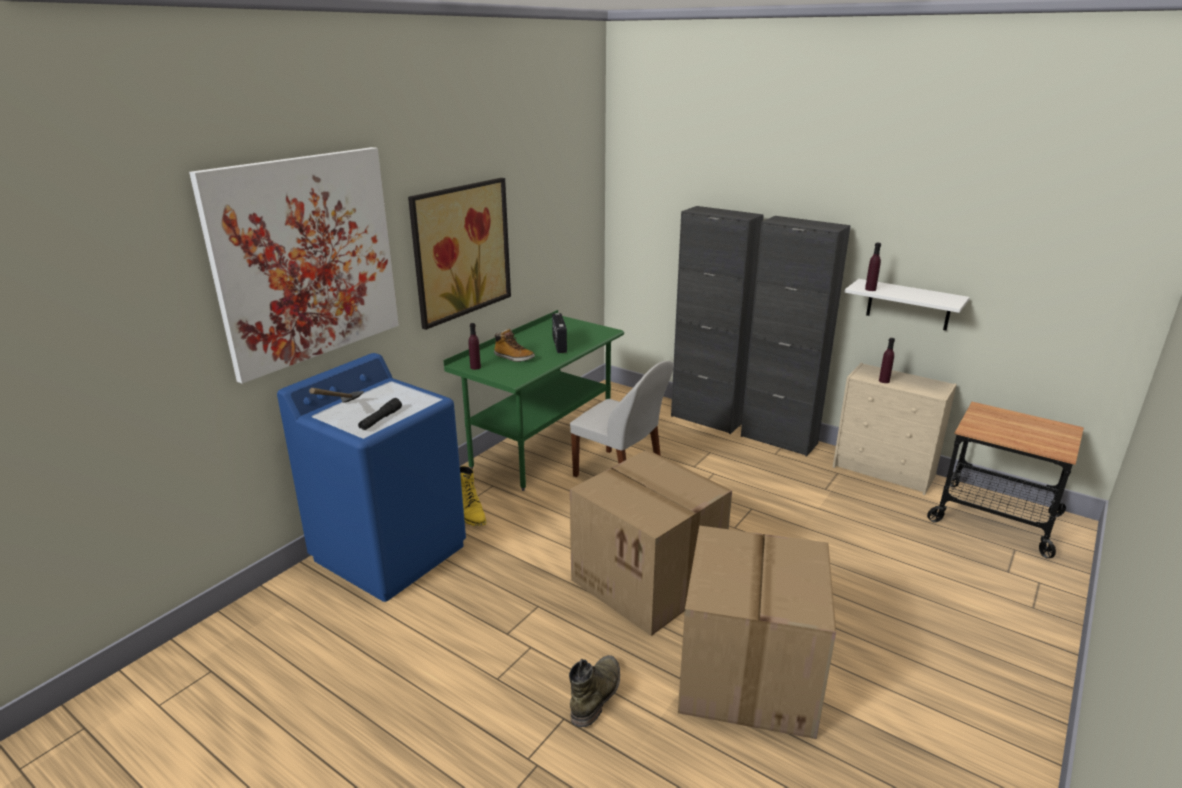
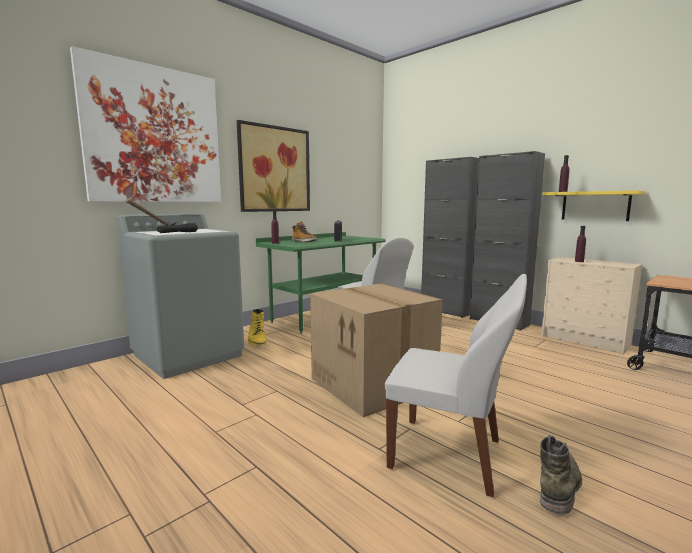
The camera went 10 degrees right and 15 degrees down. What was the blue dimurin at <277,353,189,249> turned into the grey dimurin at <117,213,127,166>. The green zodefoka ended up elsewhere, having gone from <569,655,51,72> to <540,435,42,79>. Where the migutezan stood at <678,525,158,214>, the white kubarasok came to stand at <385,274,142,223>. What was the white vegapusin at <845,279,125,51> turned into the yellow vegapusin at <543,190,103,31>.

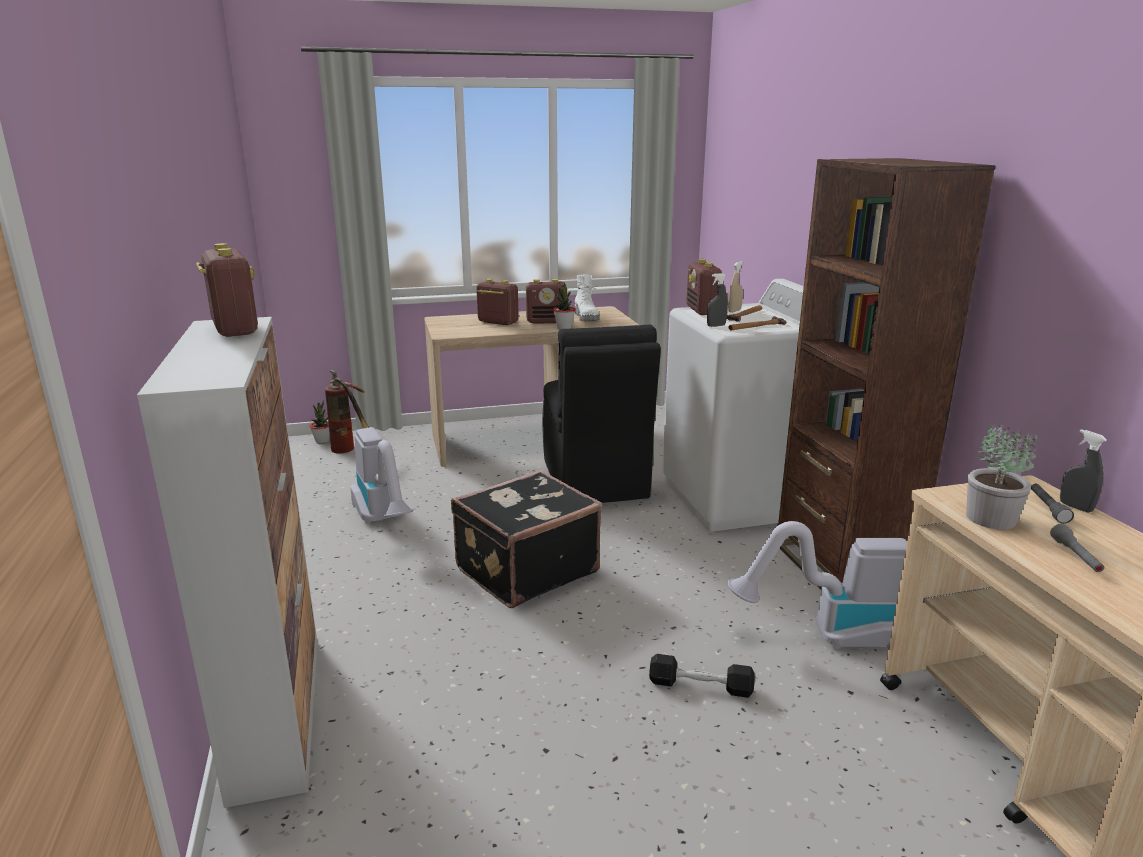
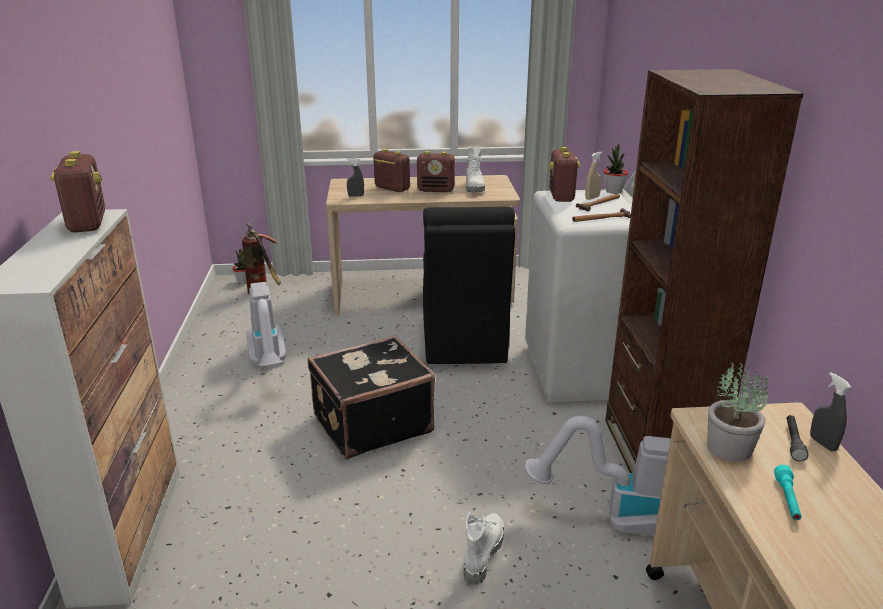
The camera went 10 degrees right and 5 degrees up. The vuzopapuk ended up elsewhere, having gone from <553,283,23,46> to <604,143,24,51>. Where the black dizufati stood at <649,654,106,44>, the white zodefoka came to stand at <464,511,40,74>. The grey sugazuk ended up elsewhere, having gone from <707,273,21,54> to <347,158,17,39>. What was the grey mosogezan at <1050,524,54,48> turned into the turquoise mosogezan at <774,465,28,55>.

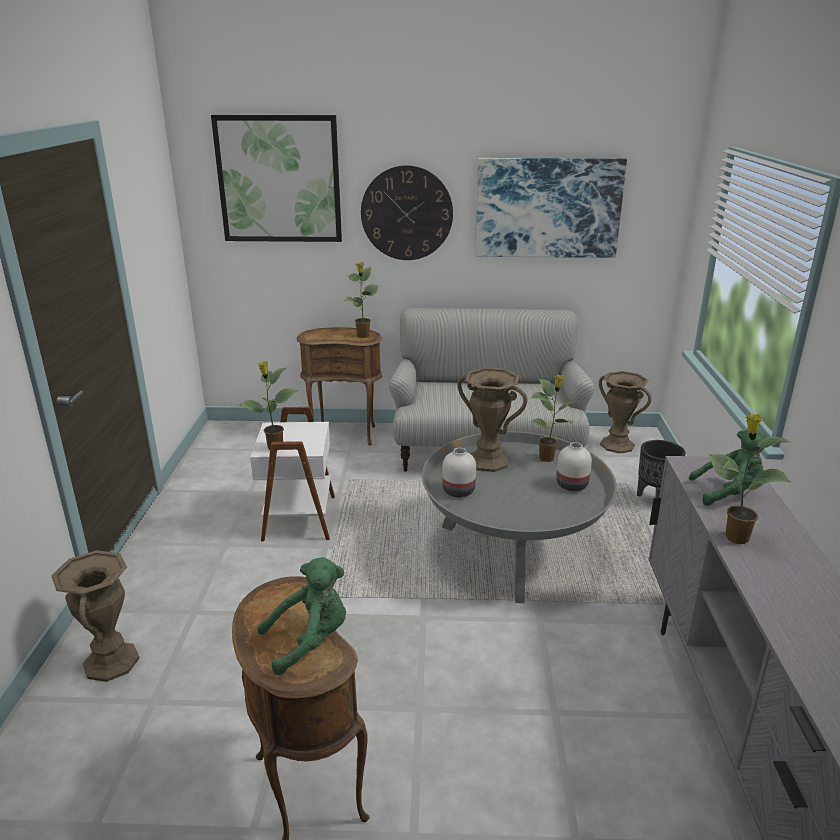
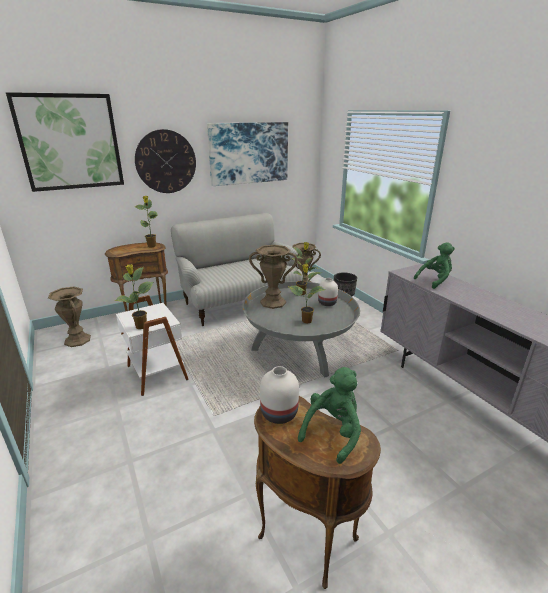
The camera went 30 degrees left and 0 degrees up. The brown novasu ended up elsewhere, having gone from <52,550,88,132> to <48,287,43,60>. The white novasu ended up elsewhere, having gone from <442,448,34,49> to <260,366,39,58>. The vuzopapuk ended up elsewhere, having gone from <709,414,82,130> to <288,264,37,60>.

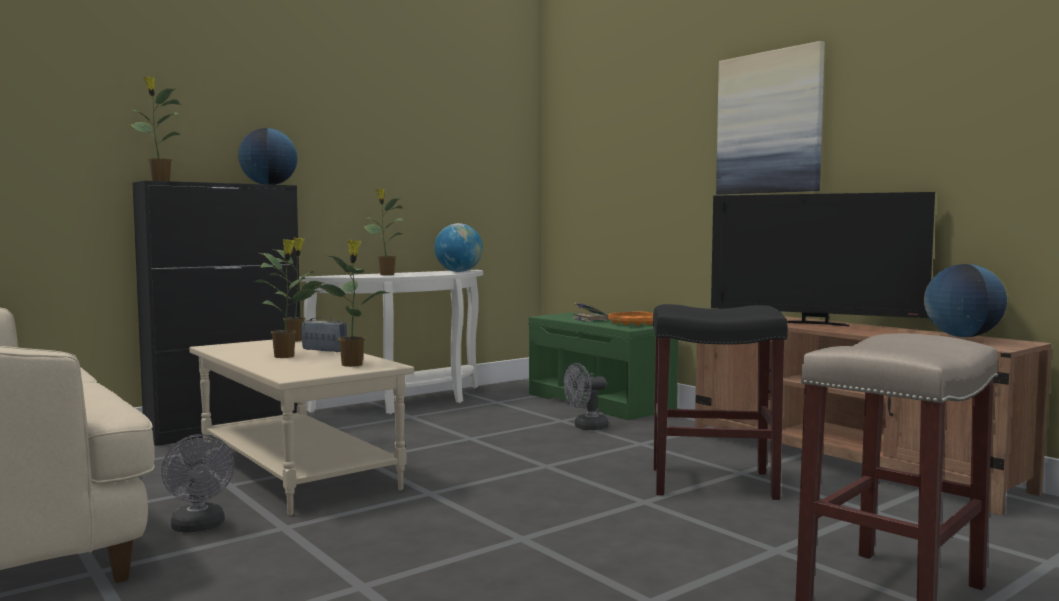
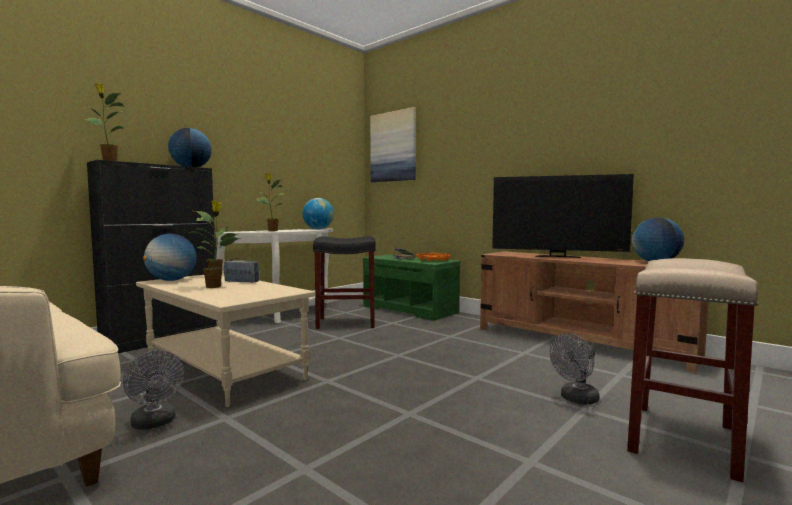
The camera went 10 degrees left and 0 degrees up. The second view lost the vuzopapuk at <313,240,77,127>. The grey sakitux ended up elsewhere, having gone from <564,363,45,67> to <549,333,51,72>. The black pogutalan ended up elsewhere, having gone from <653,304,135,196> to <313,236,63,93>. The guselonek ended up elsewhere, having gone from <716,41,109,154> to <370,107,46,76>. The second view gained the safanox at <143,234,54,47>.

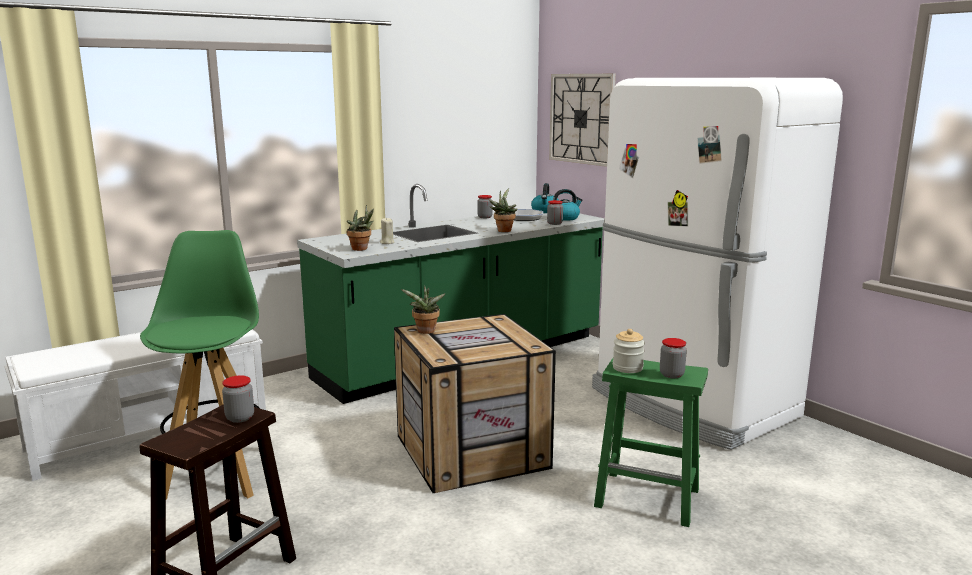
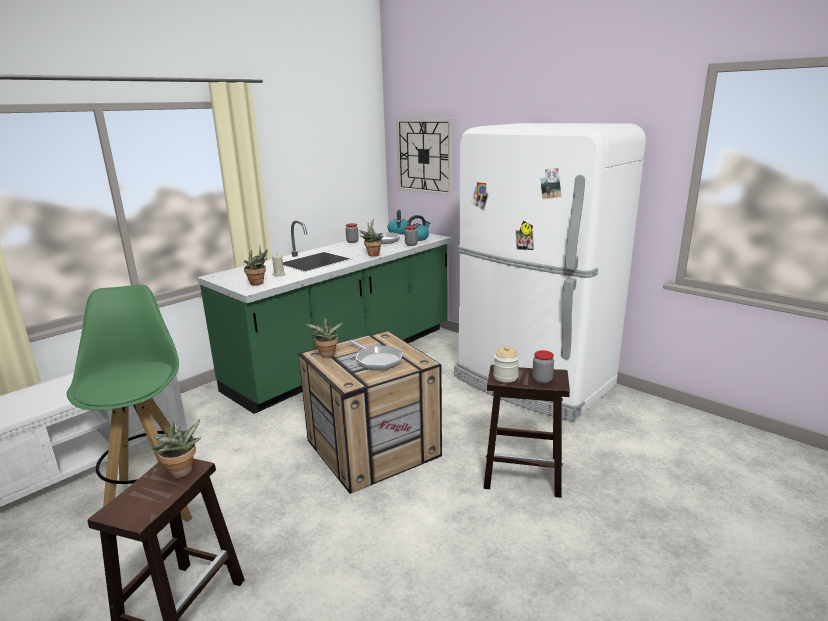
The camera went 10 degrees left and 5 degrees up. Where the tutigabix stood at <222,375,32,48>, the vuzopapuk came to stand at <152,419,48,59>. What was the green pogutalan at <594,358,114,169> turned into the brown pogutalan at <484,365,86,133>. The second view gained the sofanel at <349,340,54,30>.

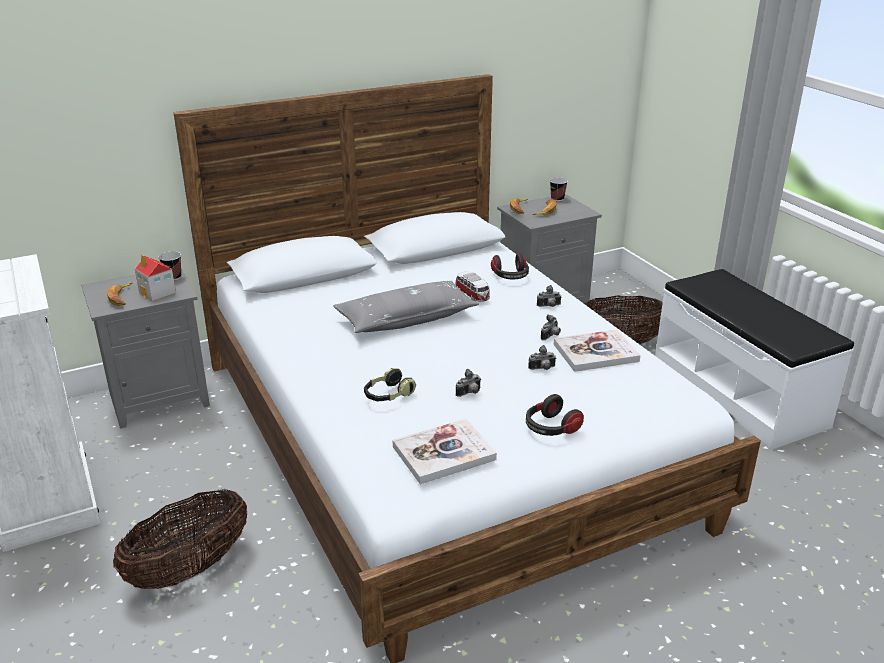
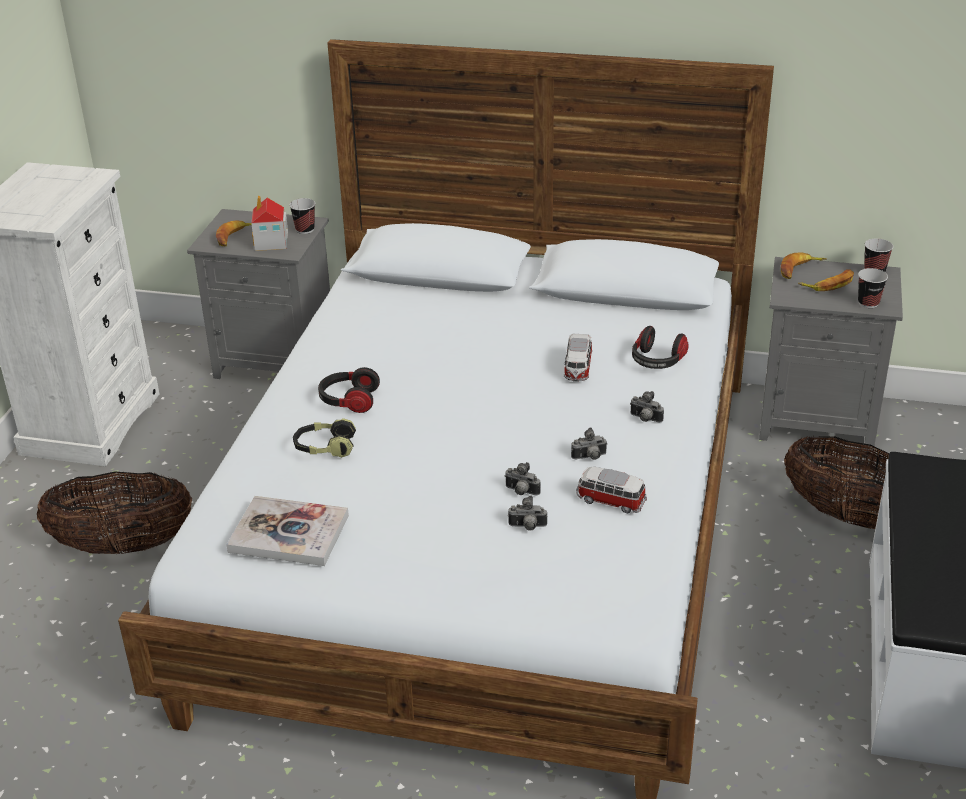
The camera went 40 degrees right and 5 degrees up. The second view lost the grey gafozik at <333,281,146,52>. The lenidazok ended up elsewhere, having gone from <456,369,25,28> to <508,495,39,35>. The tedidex ended up elsewhere, having gone from <526,394,58,42> to <318,367,62,46>. Where the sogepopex stood at <554,329,87,43>, the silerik came to stand at <576,467,71,47>. The second view gained the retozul at <858,268,30,40>.

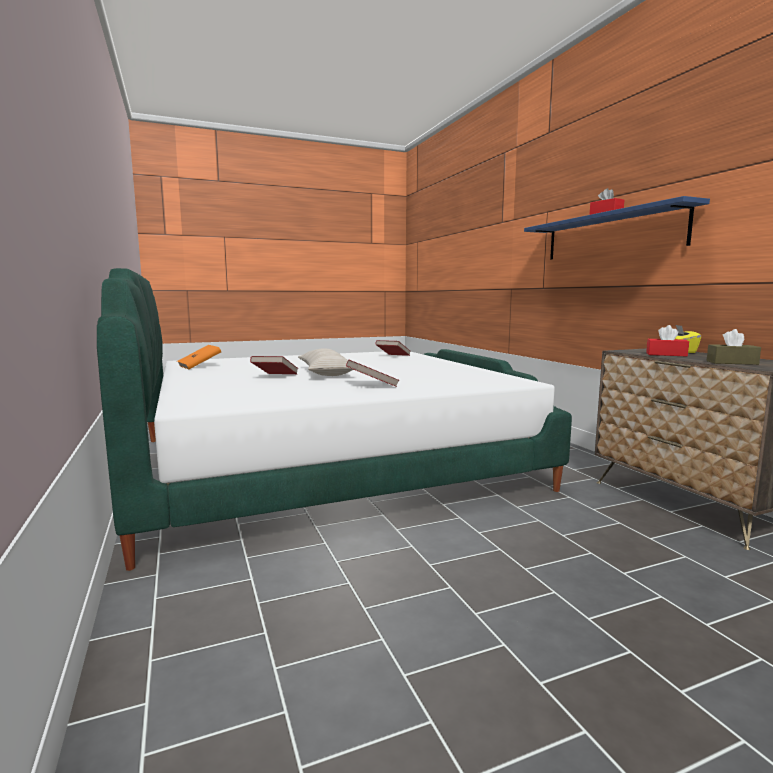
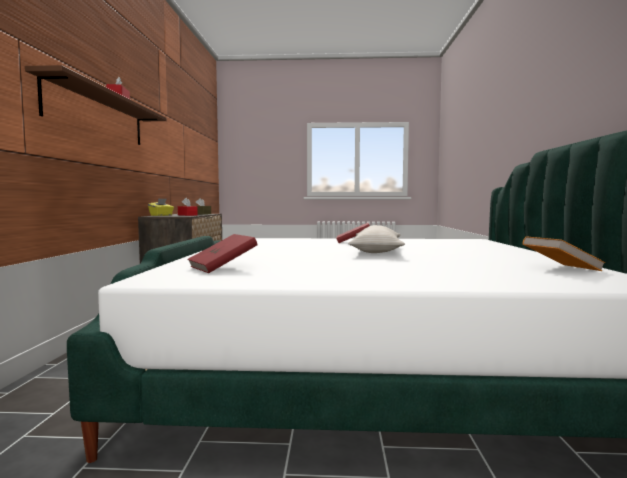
The camera went 155 degrees left and 5 degrees down. The second view lost the red sogepopex at <250,356,48,18>. What was the blue vegapusin at <524,196,186,64> turned into the brown vegapusin at <25,65,141,80>.

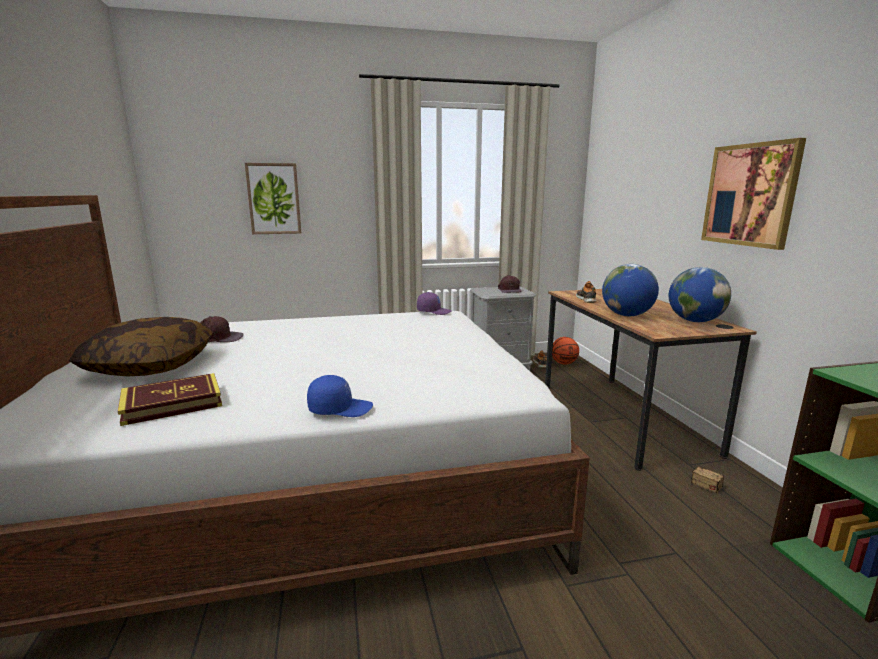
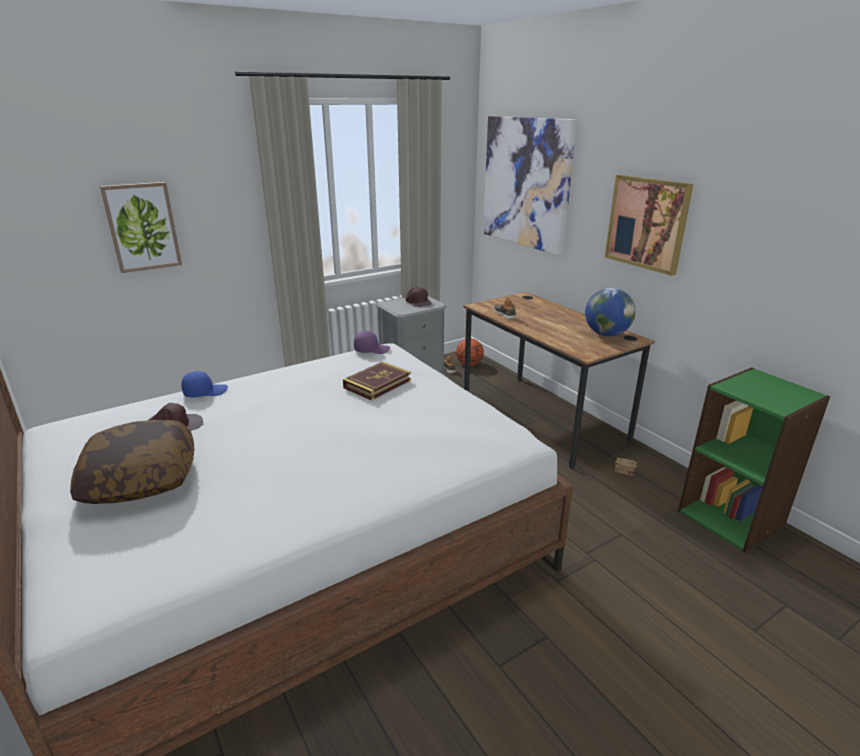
The camera went 20 degrees left and 10 degrees up. The sogepopex ended up elsewhere, having gone from <118,373,104,53> to <343,362,68,38>. The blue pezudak ended up elsewhere, having gone from <307,375,66,42> to <181,371,47,27>. The second view lost the safanox at <602,264,57,52>. The second view gained the guselonek at <483,116,94,140>.

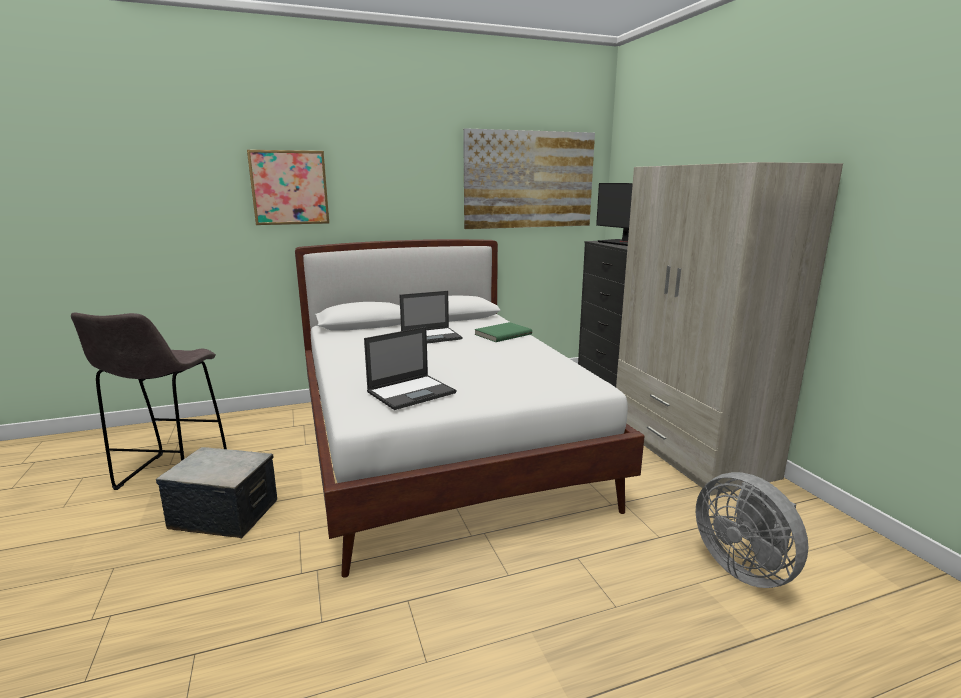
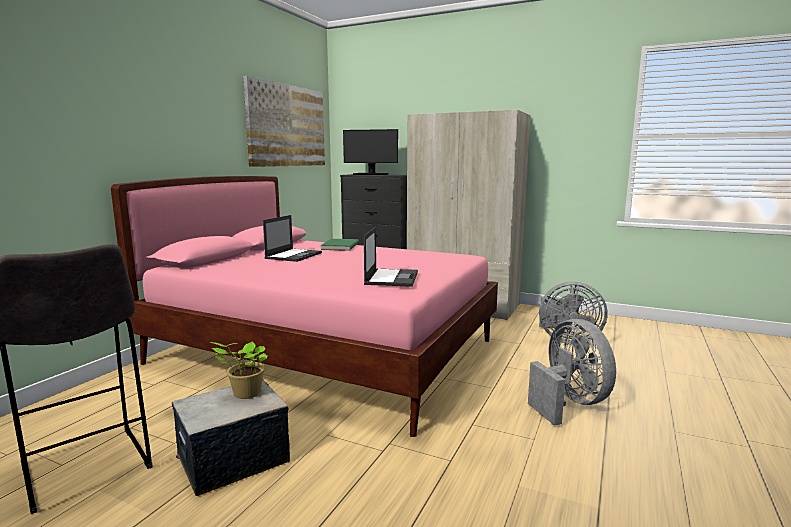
The camera went 45 degrees left and 5 degrees down. The second view lost the guselonek at <247,150,82,75>. What was the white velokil at <295,239,350,339> turned into the pink velokil at <111,176,387,261>. The second view gained the vuzopapuk at <210,342,58,57>. The second view gained the grey sakitux at <528,319,88,107>.

